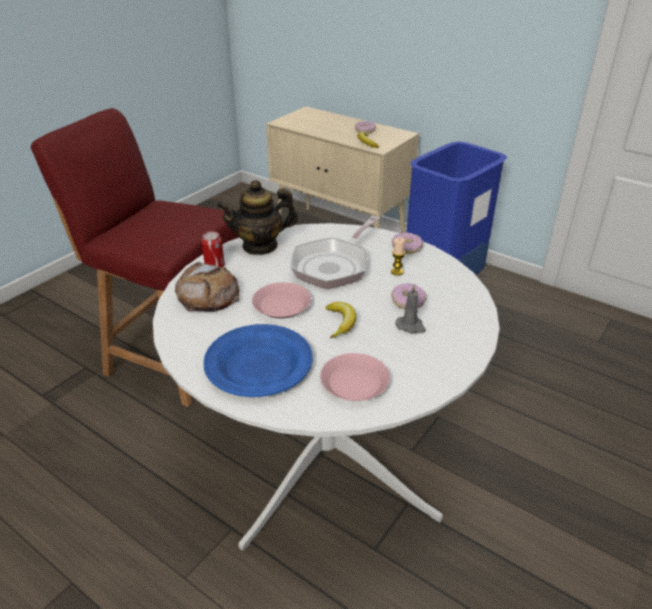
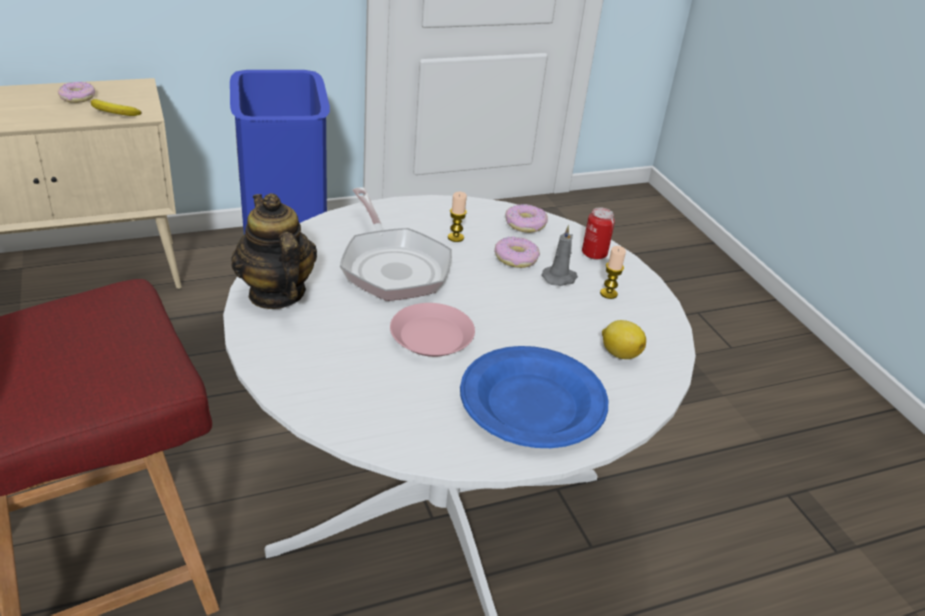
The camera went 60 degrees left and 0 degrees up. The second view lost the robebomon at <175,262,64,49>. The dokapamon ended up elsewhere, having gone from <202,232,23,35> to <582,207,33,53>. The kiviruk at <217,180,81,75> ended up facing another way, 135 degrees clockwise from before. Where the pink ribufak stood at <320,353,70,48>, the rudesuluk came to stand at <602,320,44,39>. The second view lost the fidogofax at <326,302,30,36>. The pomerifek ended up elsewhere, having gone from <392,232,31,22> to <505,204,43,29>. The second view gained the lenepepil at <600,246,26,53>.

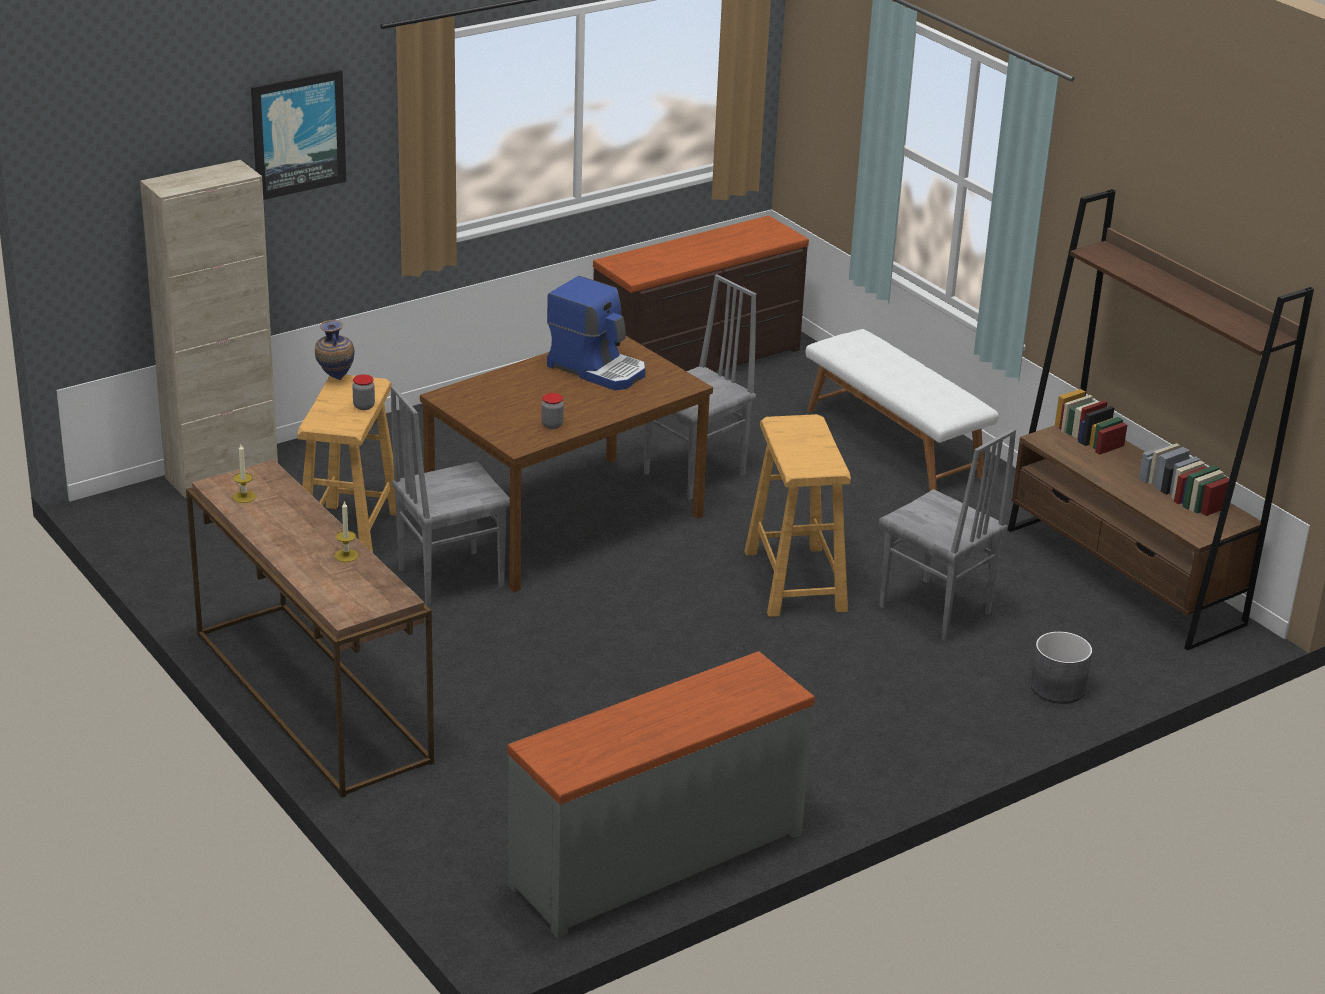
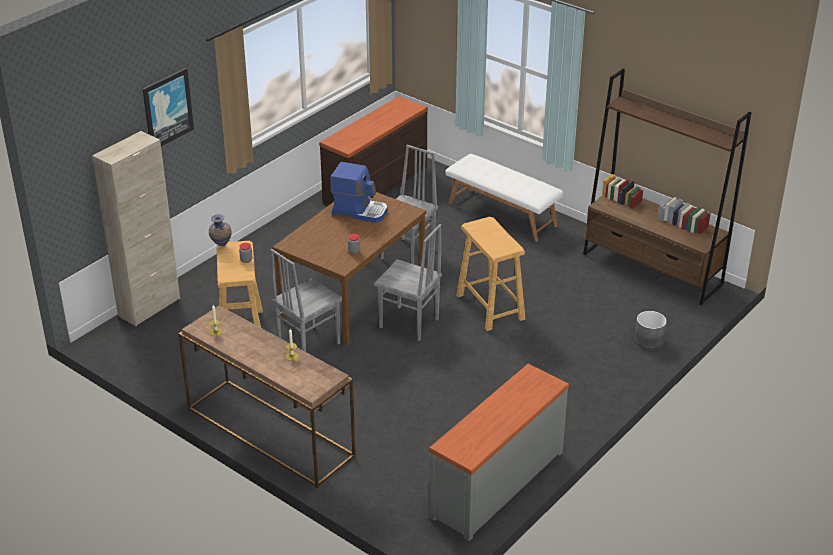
The camera went 15 degrees left and 5 degrees up. The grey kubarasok ended up elsewhere, having gone from <879,428,137,213> to <374,224,68,117>.

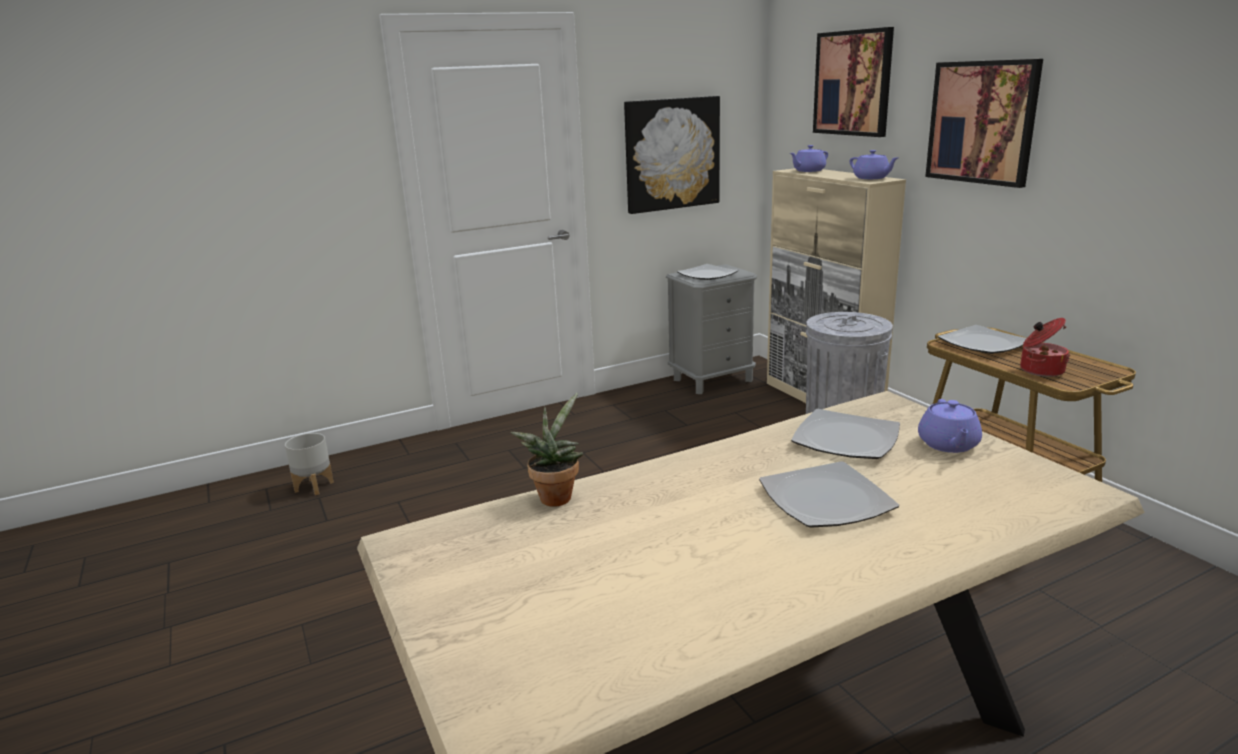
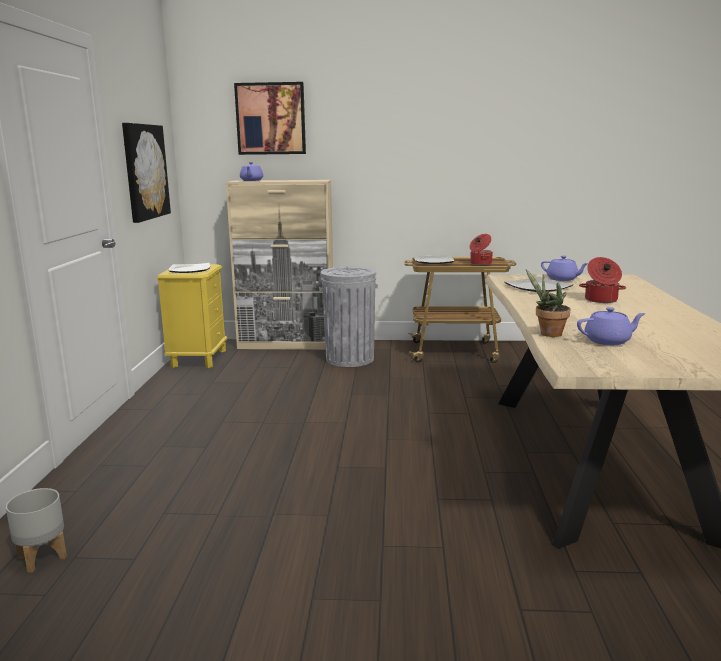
The camera went 60 degrees left and 5 degrees down. What was the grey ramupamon at <666,264,91,130> turned into the yellow ramupamon at <157,264,70,104>. Where the ribufak stood at <759,461,140,67>, the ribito came to stand at <579,257,47,46>. The purple kiviruk ended up elsewhere, having gone from <850,150,48,29> to <577,307,69,38>. The second view lost the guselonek at <925,59,118,129>.

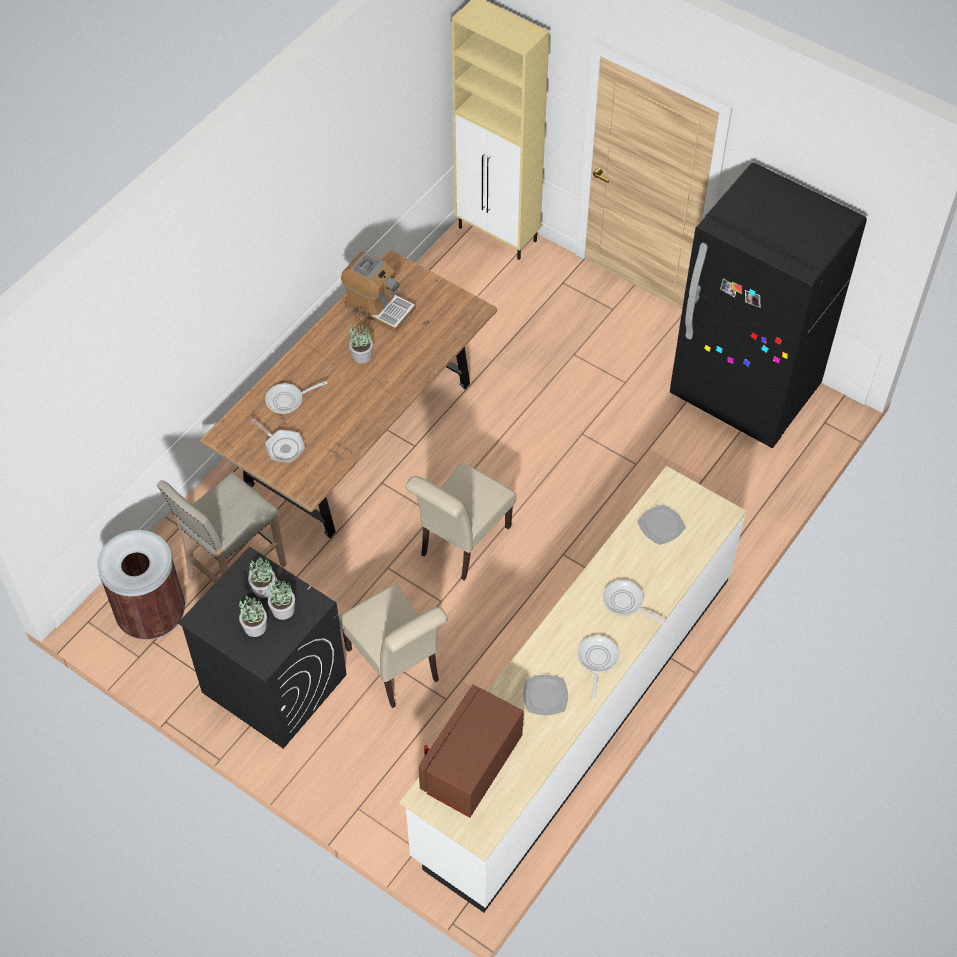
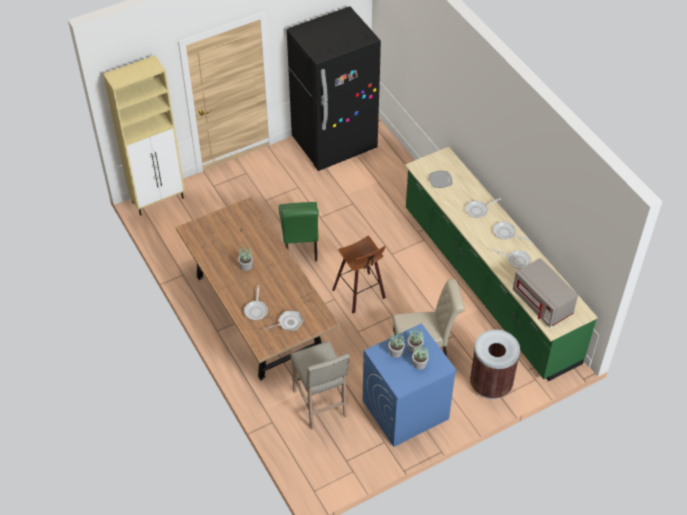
The camera went 65 degrees left and 5 degrees down. The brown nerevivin ended up elsewhere, having gone from <97,530,88,110> to <470,330,50,69>. What was the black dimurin at <178,546,168,203> turned into the blue dimurin at <362,323,95,124>. The second view lost the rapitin at <341,252,75,80>. What was the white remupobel at <399,466,347,447> turned into the green remupobel at <405,147,193,234>. Where the beige kubarasok stood at <405,462,112,118>, the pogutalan came to stand at <332,236,54,77>. What was the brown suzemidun at <418,684,106,134> turned into the grey suzemidun at <512,258,66,69>. Where the ribufak stood at <523,675,45,41>, the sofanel came to stand at <492,249,39,20>. The second view gained the green kubarasok at <279,202,40,59>.

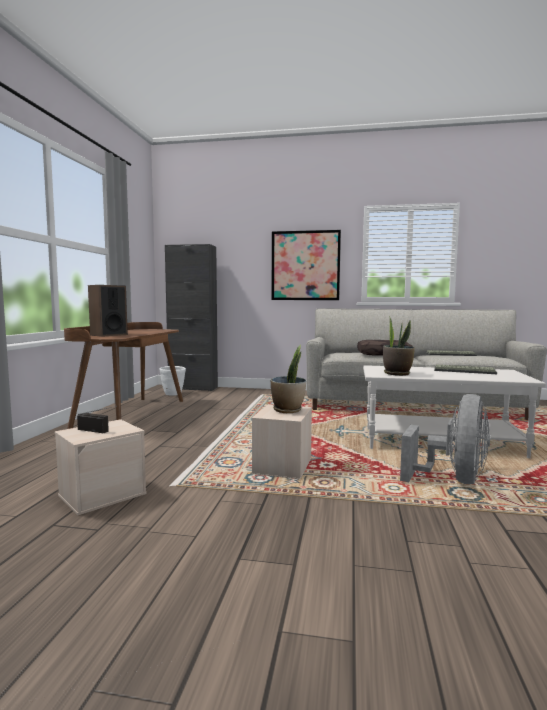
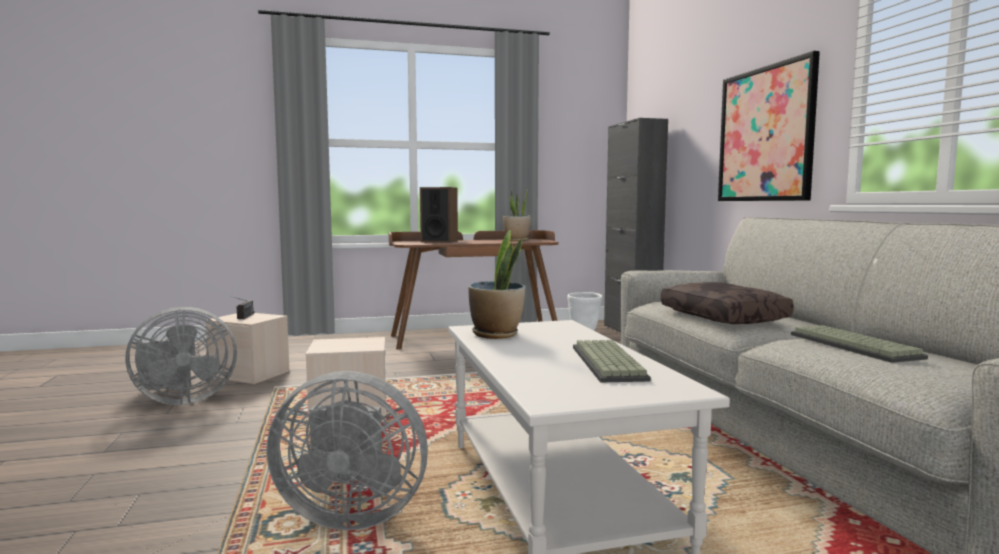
The camera went 65 degrees right and 0 degrees up. The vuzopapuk ended up elsewhere, having gone from <271,345,35,68> to <503,188,28,53>. The second view gained the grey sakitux at <125,307,112,98>.

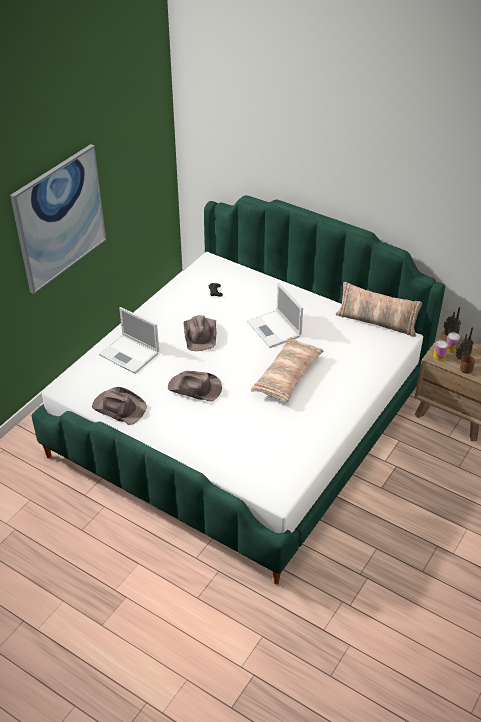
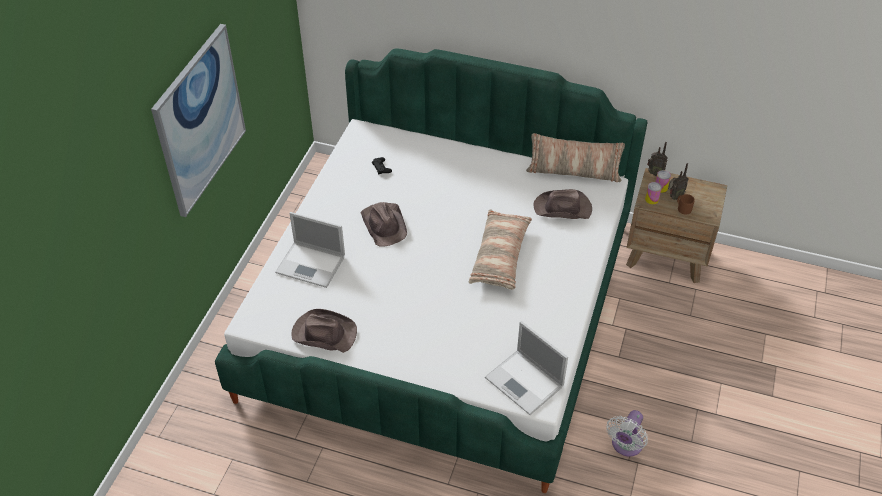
The camera went 15 degrees left and 5 degrees up. The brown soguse ended up elsewhere, having gone from <168,371,54,30> to <533,189,59,30>. The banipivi ended up elsewhere, having gone from <247,283,56,65> to <485,321,83,94>. The second view gained the white sakitux at <606,410,42,47>.

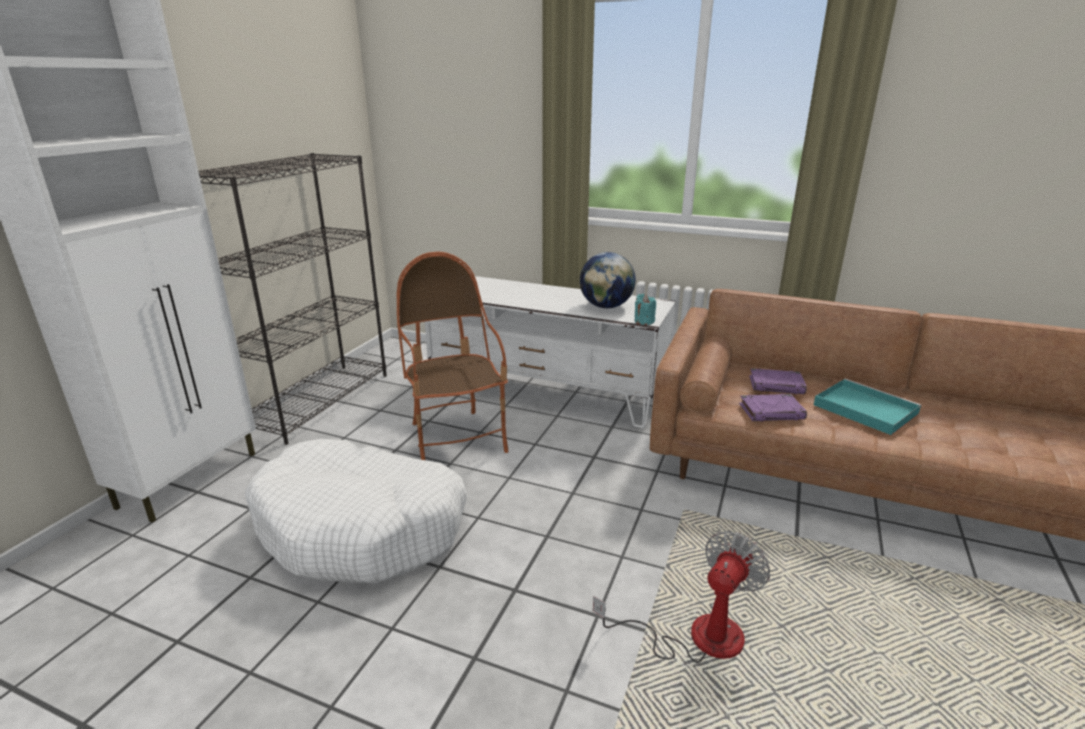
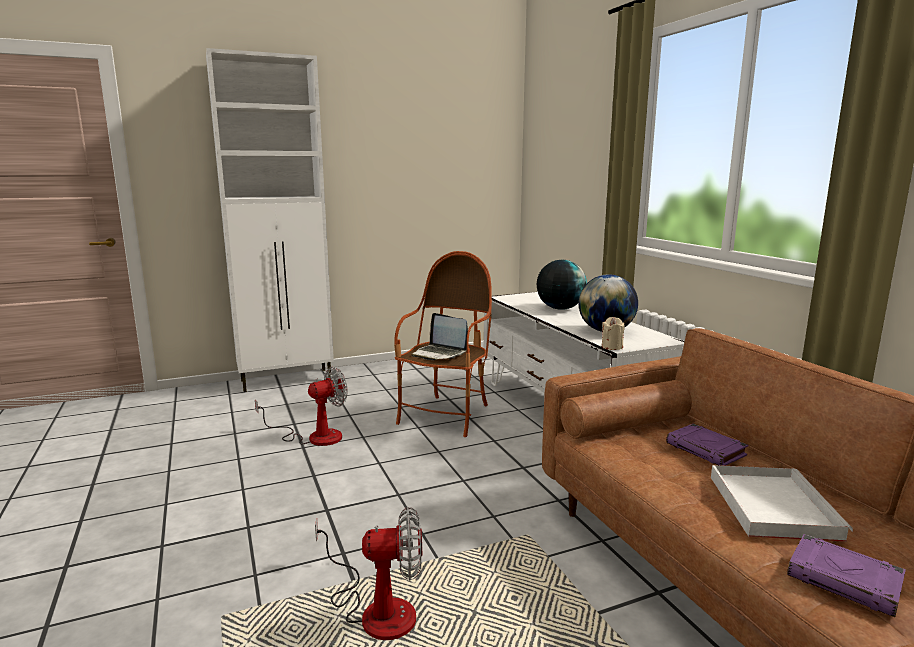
The camera went 45 degrees right and 10 degrees down. The second view lost the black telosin at <198,153,189,292>. Where the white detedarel stood at <245,439,222,145>, the sakitux came to stand at <255,367,93,79>. What was the turquoise lenepepil at <634,294,22,31> turned into the beige lenepepil at <602,317,23,33>. The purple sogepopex ended up elsewhere, having gone from <739,394,68,28> to <787,534,119,83>. What was the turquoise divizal at <814,378,108,57> turned into the white divizal at <711,465,142,77>. The second view gained the banipivi at <411,313,57,47>. The second view gained the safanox at <537,260,50,50>.

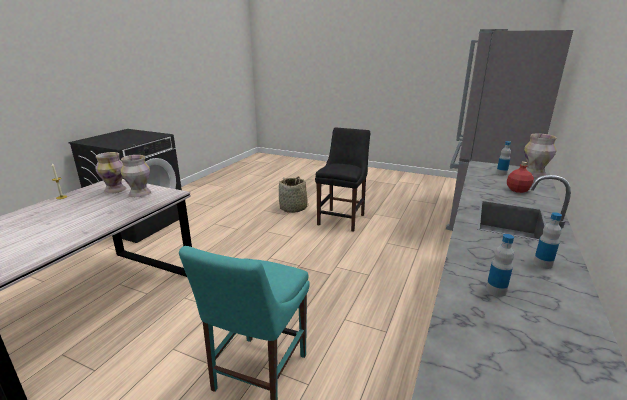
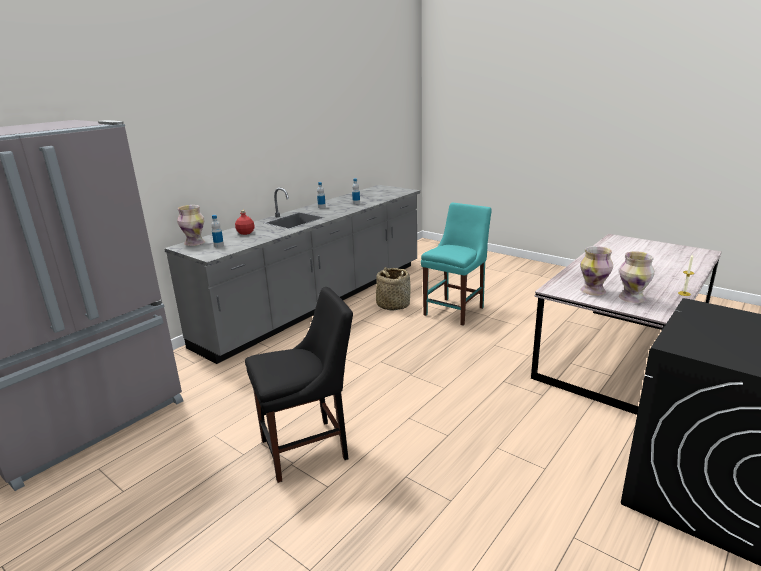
The camera went 165 degrees left and 0 degrees up. The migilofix ended up elsewhere, having gone from <279,176,29,37> to <376,267,35,44>. The black kubarasok at <315,127,55,105> ended up facing another way, 150 degrees counterclockwise from before.

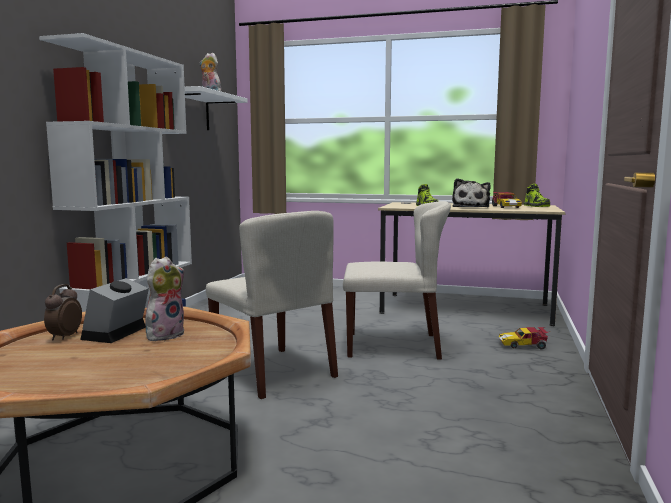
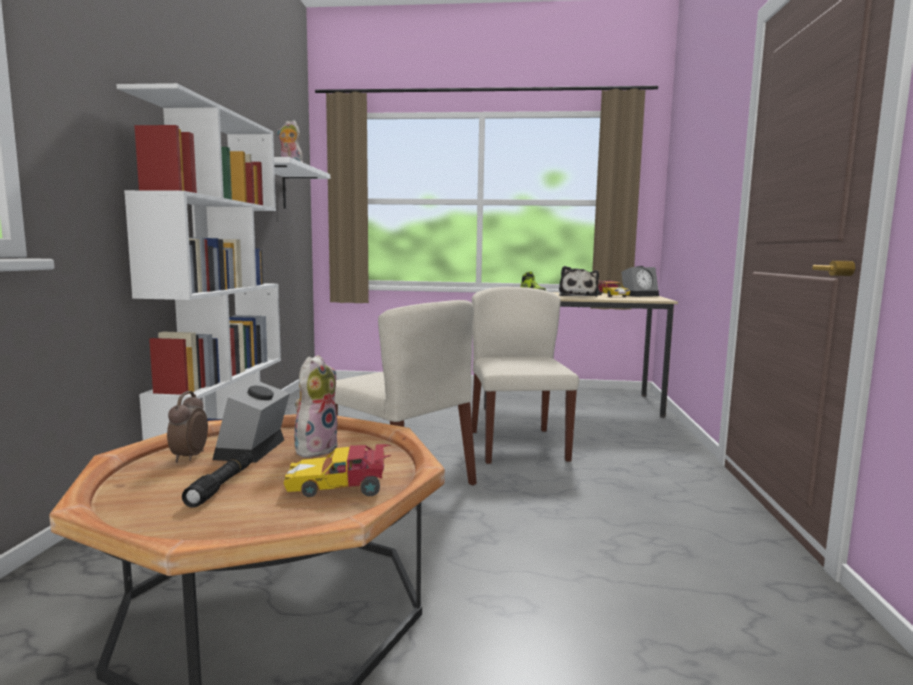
The camera went 10 degrees left and 0 degrees up. The beige kubarasok at <343,201,108,159> ended up facing another way, 90 degrees counterclockwise from before. The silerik ended up elsewhere, having gone from <499,327,51,22> to <284,444,107,53>. Where the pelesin stood at <524,184,26,23>, the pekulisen came to stand at <621,266,38,31>. The second view gained the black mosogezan at <182,451,71,57>.

